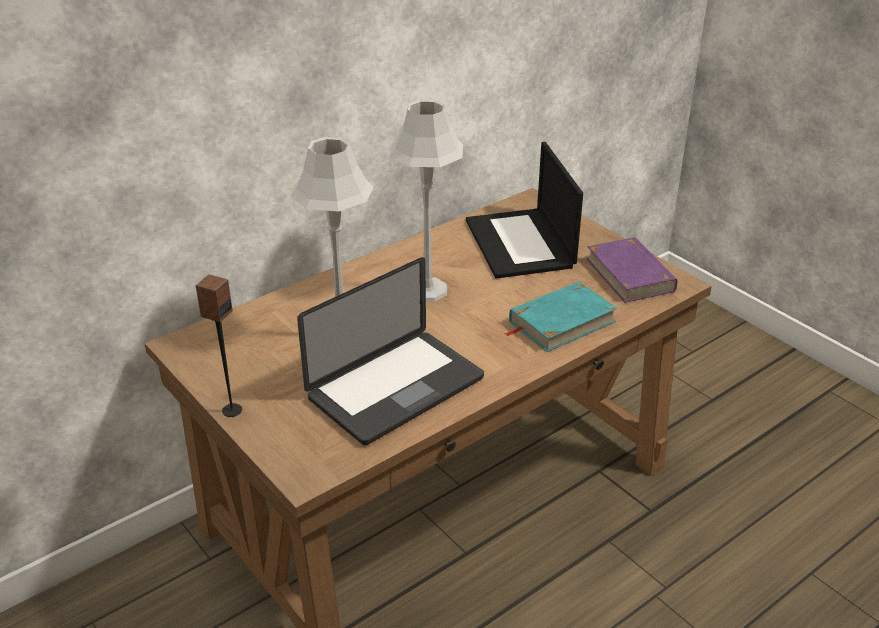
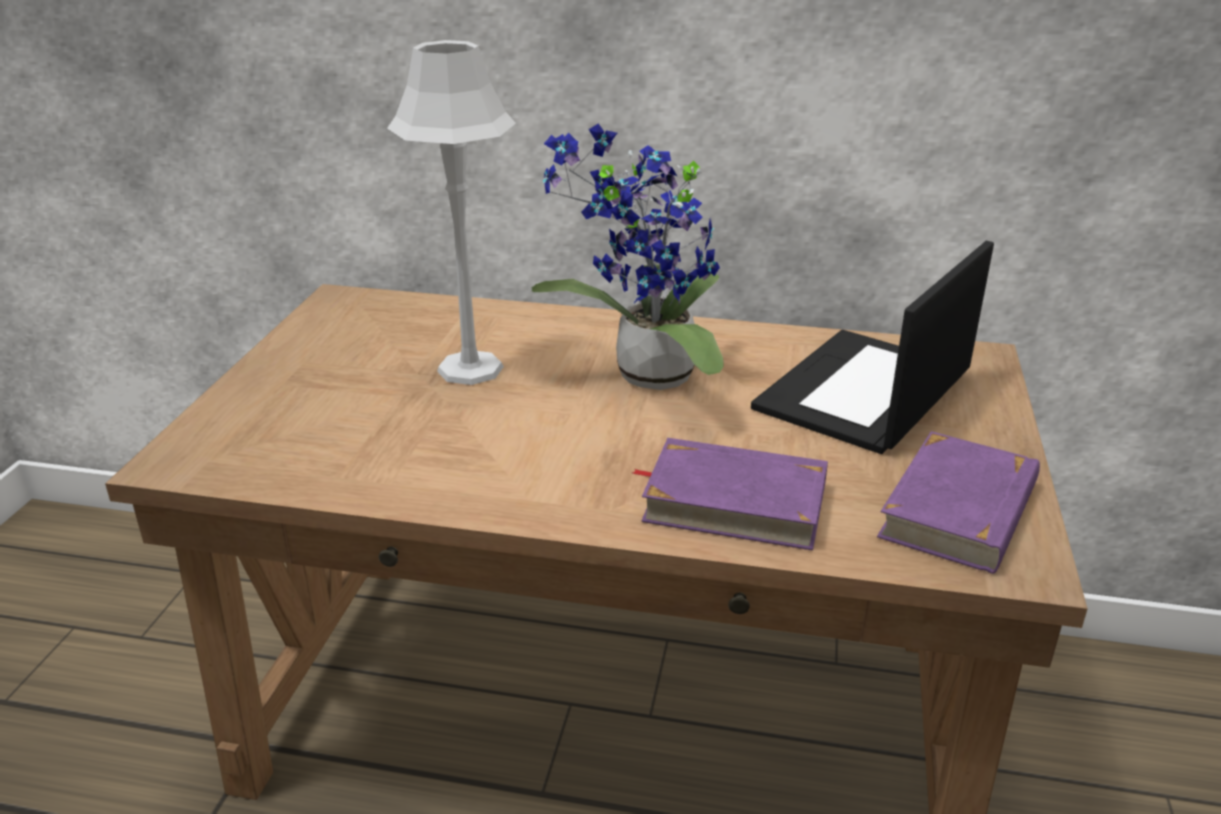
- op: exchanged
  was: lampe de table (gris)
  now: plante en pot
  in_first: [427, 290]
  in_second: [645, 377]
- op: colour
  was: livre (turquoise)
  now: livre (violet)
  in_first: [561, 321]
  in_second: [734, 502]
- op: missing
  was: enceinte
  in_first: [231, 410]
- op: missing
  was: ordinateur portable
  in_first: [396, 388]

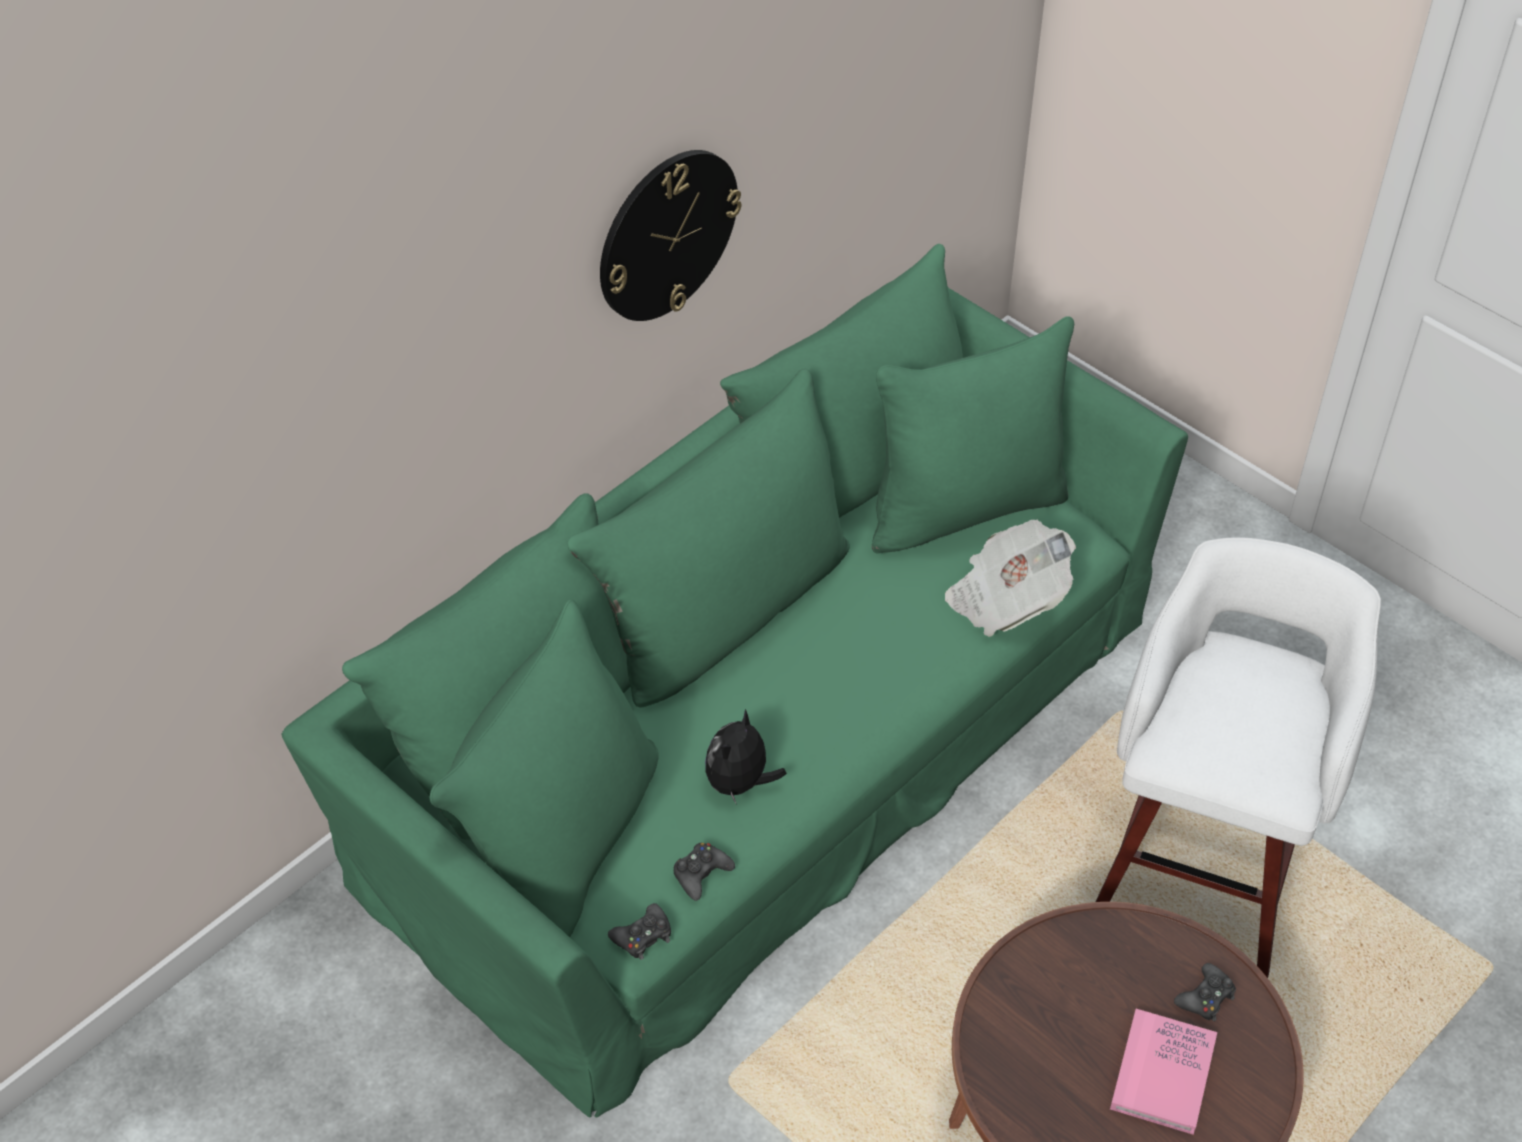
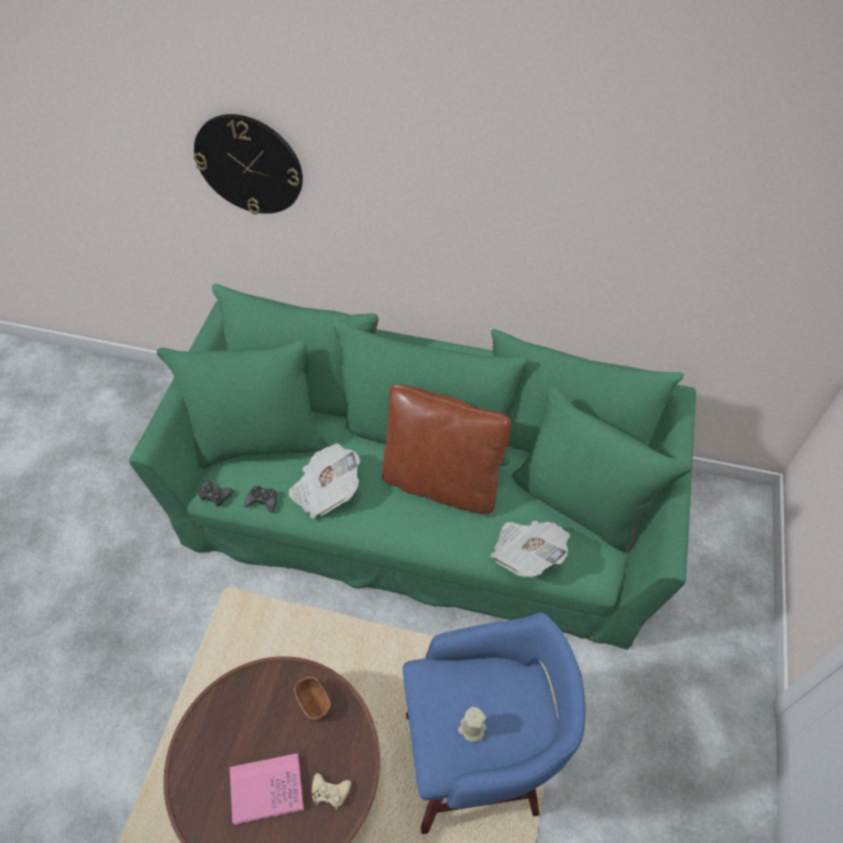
- op: relocated
  was: horloge murale
  in_first: [667, 234]
  in_second: [249, 164]
- op: exchanged
  was: peluche
  now: journal
  in_first: [740, 783]
  in_second: [325, 491]
- op: appeared
  now: bol (marron)
  in_second: [314, 702]
- op: colour
  was: manette (noir)
  now: manette (beige)
  in_first: [1206, 998]
  in_second: [330, 792]
- op: appeared
  now: coussin (marron)
  in_second: [441, 482]
- op: colour
  was: tabouret (blanc)
  now: tabouret (bleu)
  in_first: [1202, 872]
  in_second: [476, 762]
- op: appeared
  now: bougie (beige)
  in_second: [471, 728]

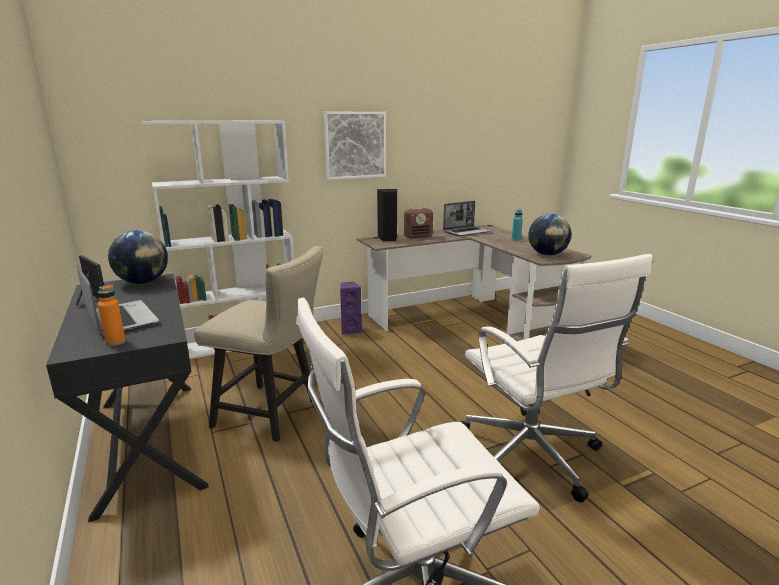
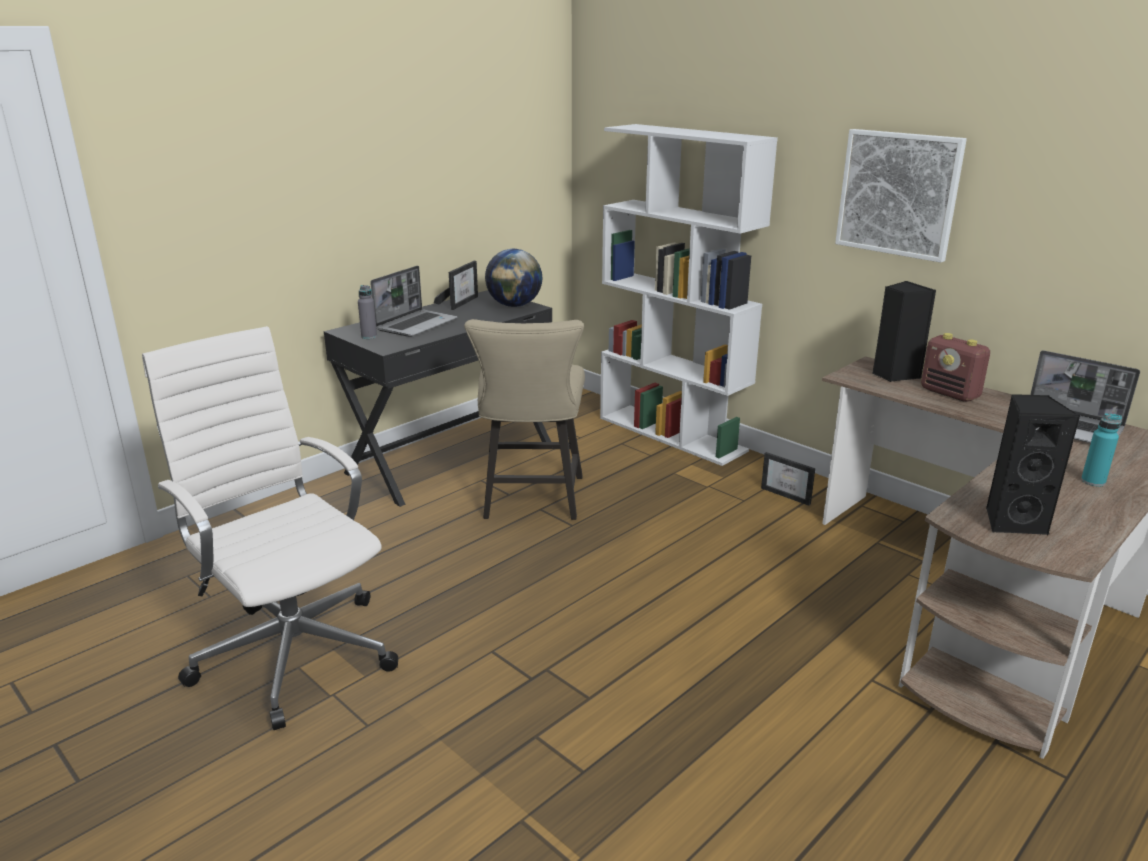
- op: colour
  was: bouteille (orange)
  now: bouteille (gris)
  in_first: [116, 342]
  in_second: [369, 336]
- op: exchanged
  was: enceinte (violet)
  now: cadre photo
  in_first: [350, 330]
  in_second: [789, 494]
- op: exchanged
  was: globe
  now: enceinte (noir)
  in_first: [547, 254]
  in_second: [1012, 522]
- op: missing
  was: chaise de bureau (blanc)
  in_first: [531, 457]

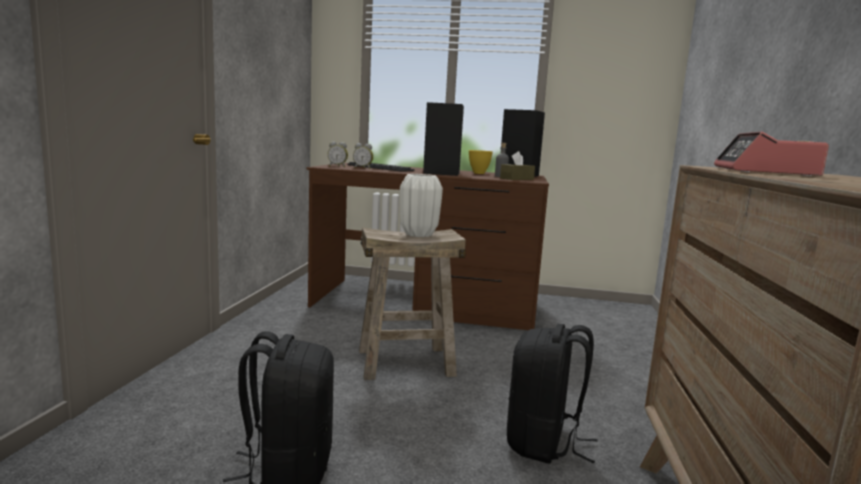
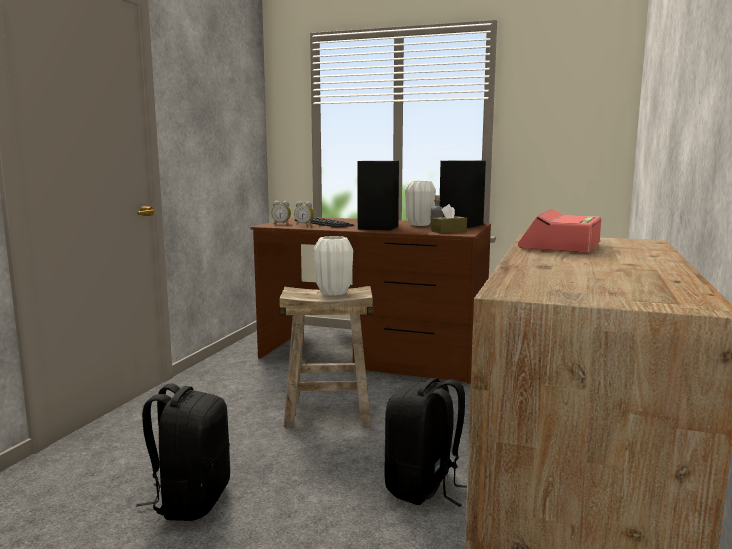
- op: exchanged
  was: bol (jaune)
  now: vase (blanc)
  in_first: [478, 173]
  in_second: [419, 225]

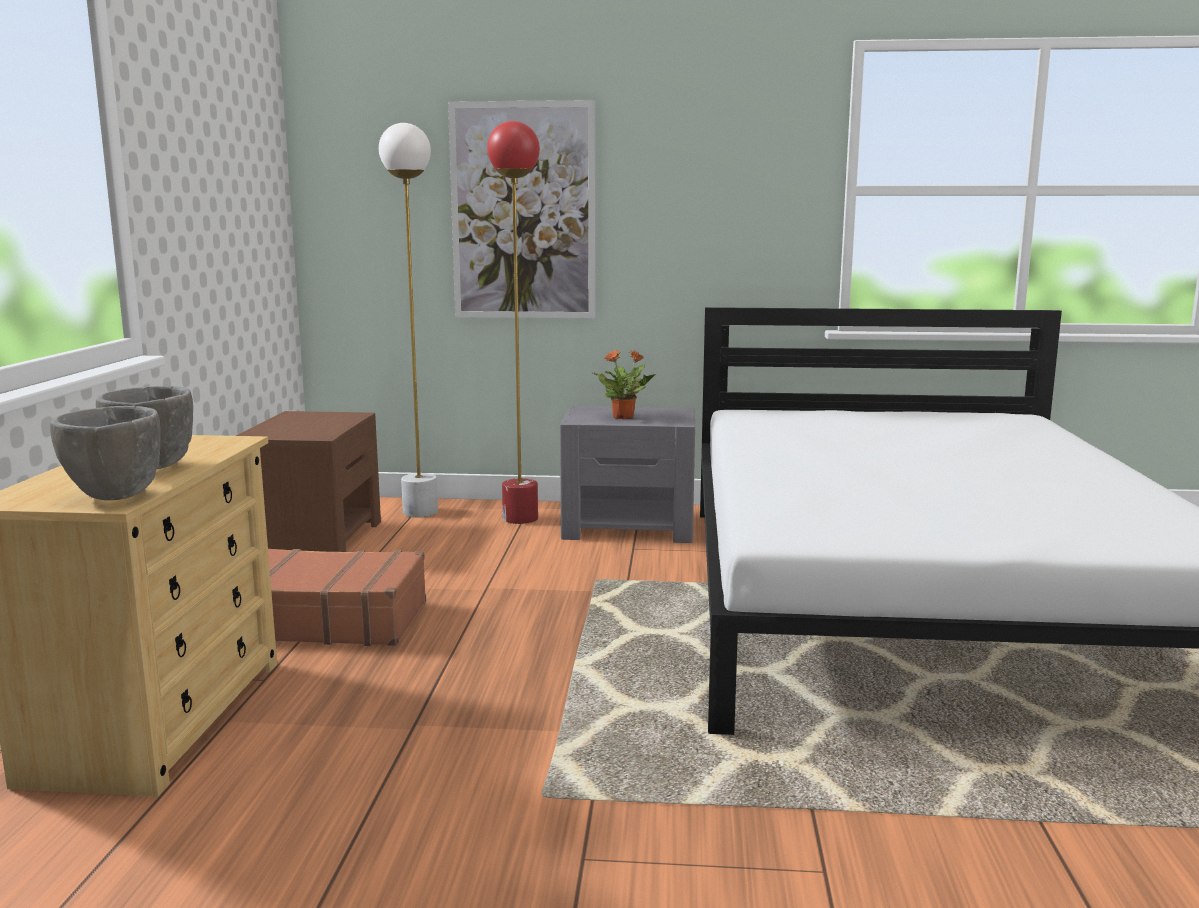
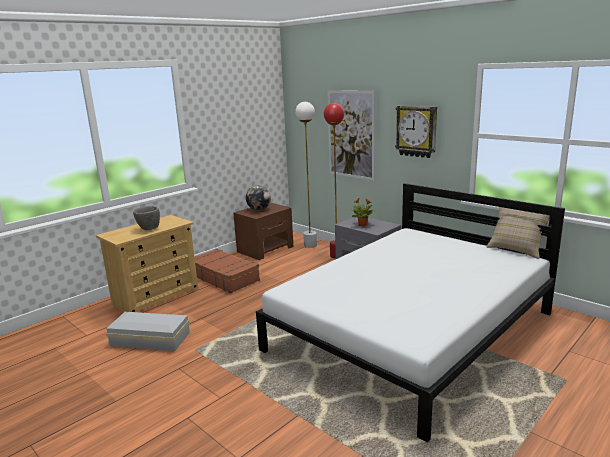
- op: appeared
  now: boîte de rangement (blanc)
  in_second: [149, 338]
- op: appeared
  now: globe
  in_second: [259, 210]
- op: appeared
  now: horloge murale
  in_second: [416, 131]
- op: appeared
  now: coussin (beige)
  in_second: [516, 249]
- op: missing
  was: bol (gris)
  in_first: [115, 497]

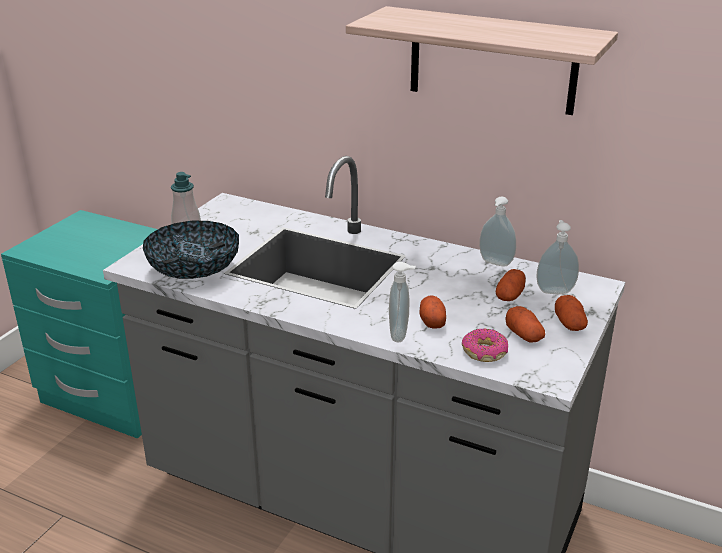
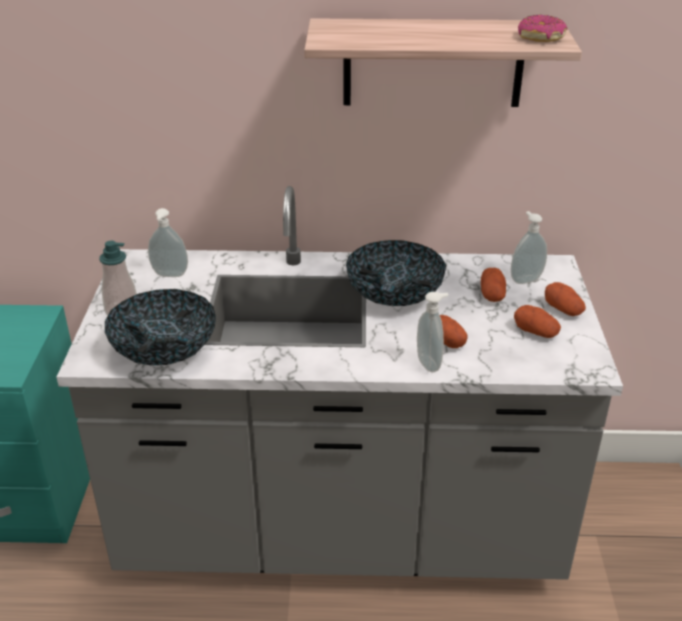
- op: relocated
  was: distributeur de savon
  in_first: [495, 263]
  in_second: [169, 275]
- op: appeared
  now: bol
  in_second: [394, 294]
- op: relocated
  was: beignet
  in_first: [484, 352]
  in_second: [541, 37]

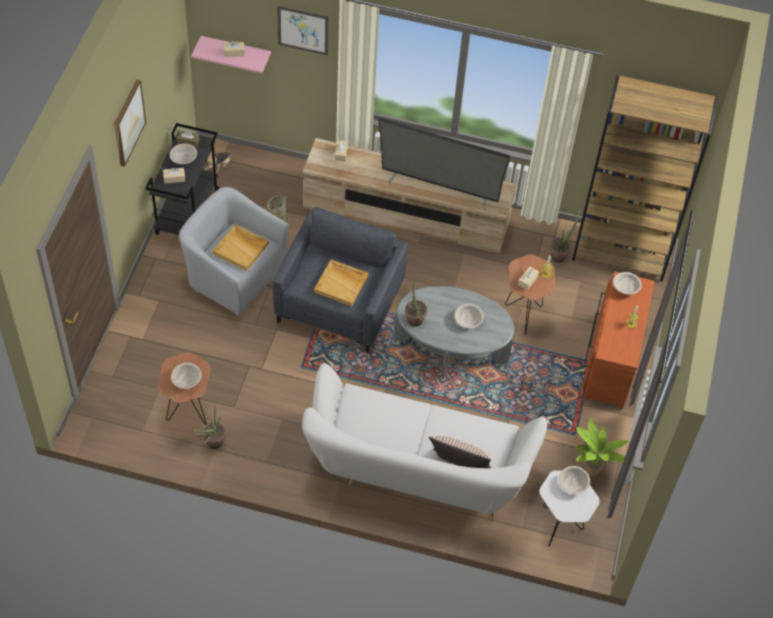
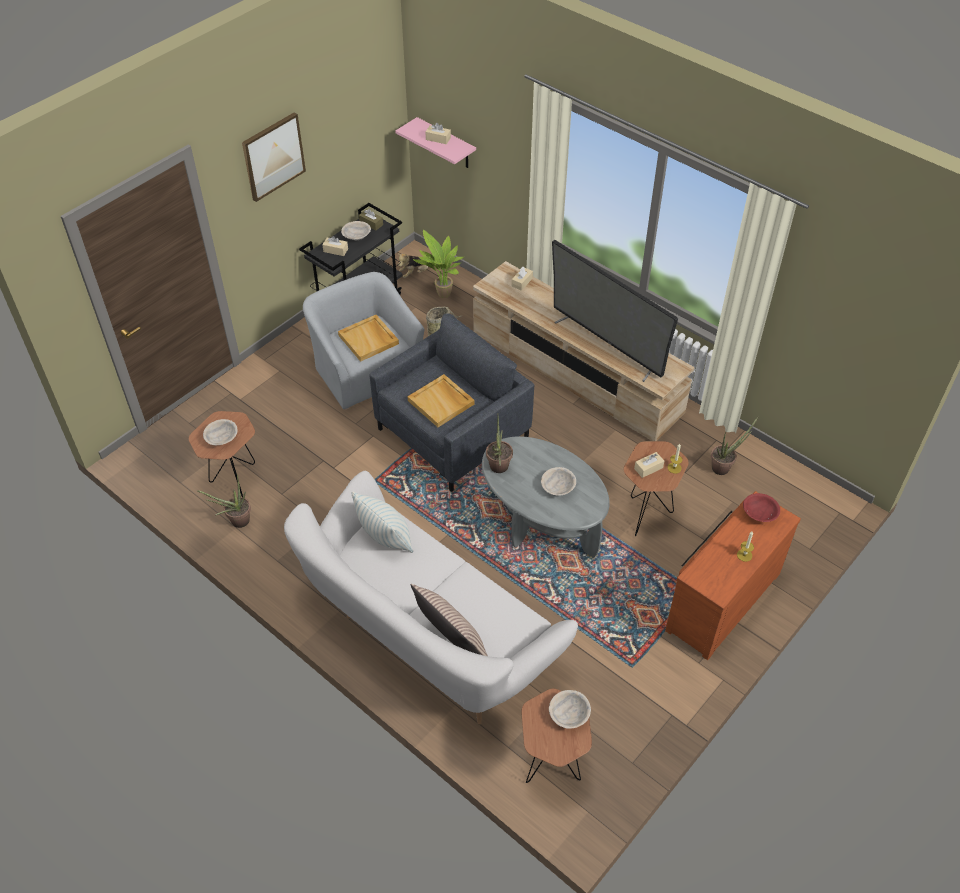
- op: appeared
  now: coussin
  in_second: [385, 539]
- op: relocated
  was: plante en pot
  in_first: [590, 472]
  in_second: [442, 295]
- op: colour
  was: table d'appoint (blanc)
  now: table d'appoint (marron)
  in_first: [559, 528]
  in_second: [551, 767]
- op: colour
  was: bol (beige)
  now: bol (rouge)
  in_first: [625, 288]
  in_second: [759, 513]
- op: missing
  was: tableau
  in_first: [303, 30]
- op: missing
  was: bibliothèque (marron)
  in_first: [621, 253]

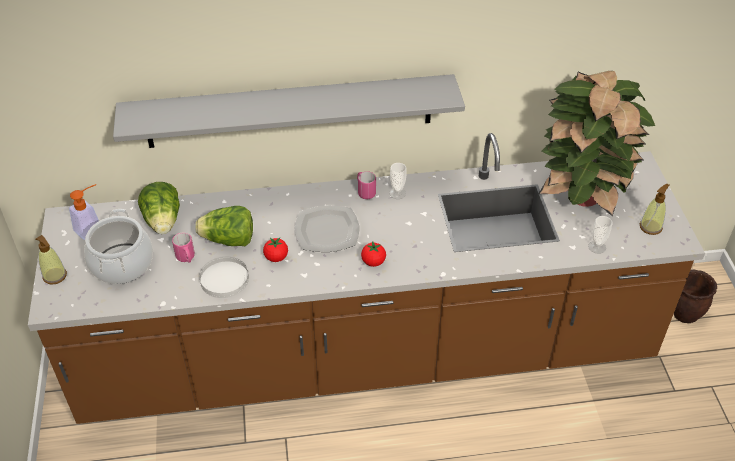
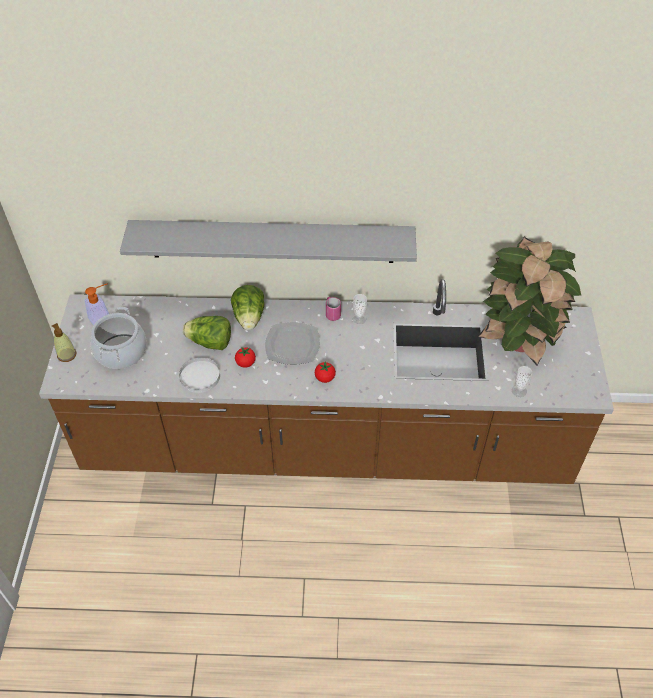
- op: relocated
  was: laitue
  in_first: [163, 222]
  in_second: [249, 318]
- op: missing
  was: mug (rose)
  in_first: [186, 258]
- op: missing
  was: distributeur de savon
  in_first: [650, 227]
- op: missing
  was: cache-pot (marron)
  in_first: [684, 314]

